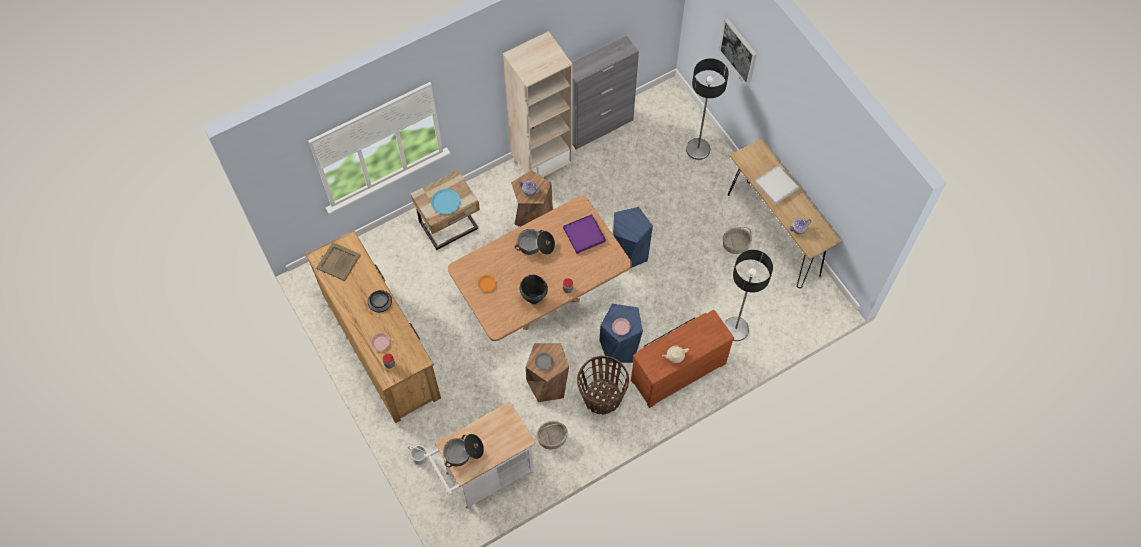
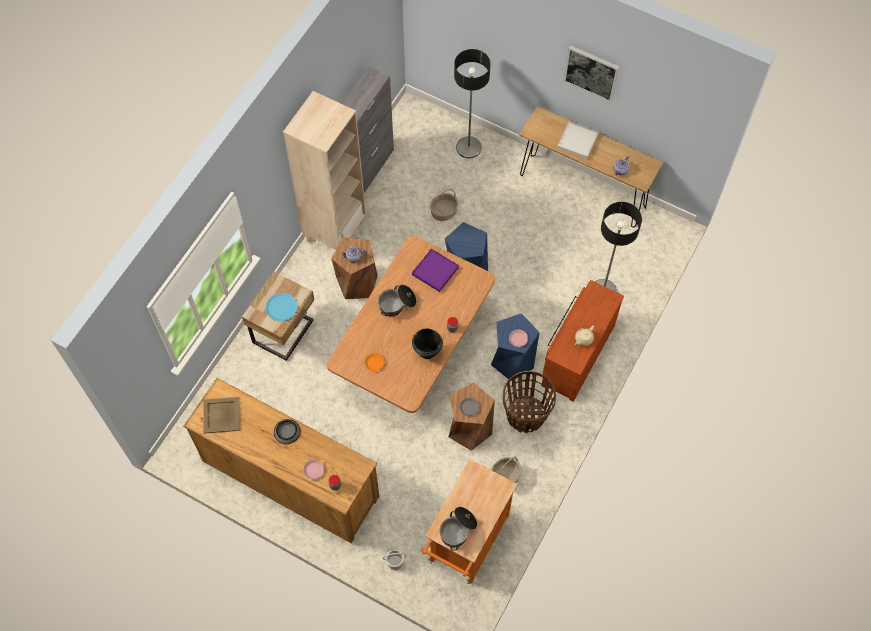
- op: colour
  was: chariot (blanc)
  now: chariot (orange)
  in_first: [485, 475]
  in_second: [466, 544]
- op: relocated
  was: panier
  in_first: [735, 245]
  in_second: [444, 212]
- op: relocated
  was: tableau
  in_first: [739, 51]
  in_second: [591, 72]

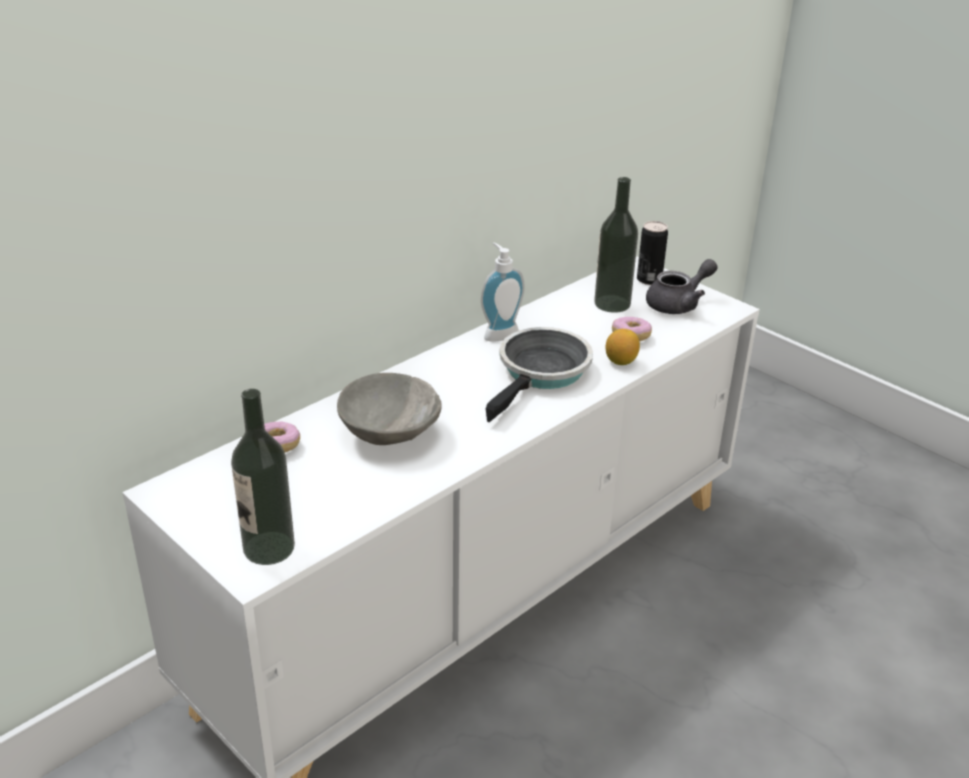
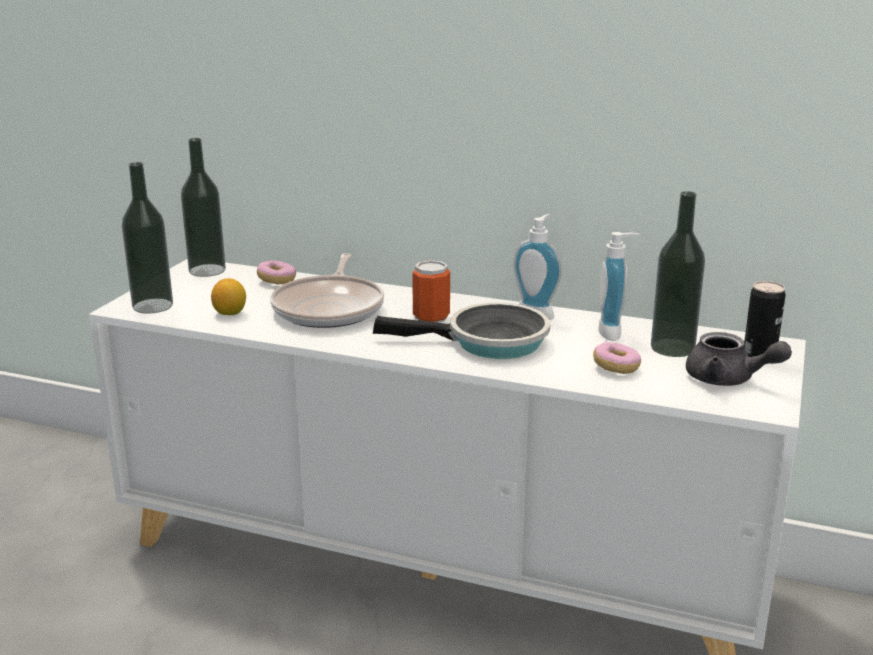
- op: appeared
  now: bouteille
  in_second: [207, 270]
- op: relocated
  was: citron
  in_first: [621, 361]
  in_second: [230, 313]
- op: exchanged
  was: bol (gris)
  now: poêle
  in_first: [389, 431]
  in_second: [330, 308]
- op: appeared
  now: boîte métallique
  in_second: [431, 317]
- op: appeared
  now: distributeur de savon
  in_second: [614, 332]

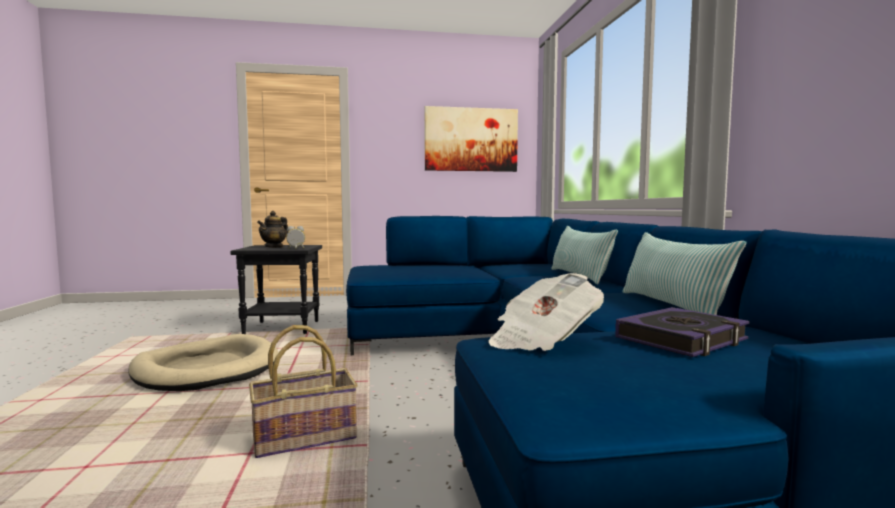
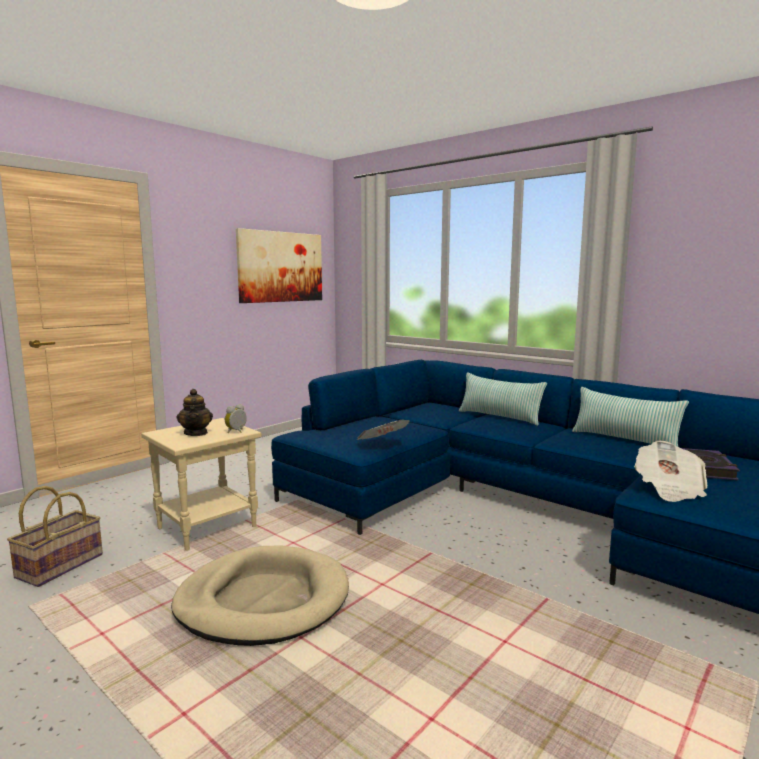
- op: relocated
  was: panier
  in_first: [305, 437]
  in_second: [59, 565]
- op: colour
  was: table d'appoint (noir)
  now: table d'appoint (beige)
  in_first: [283, 327]
  in_second: [207, 527]
- op: appeared
  now: journal
  in_second: [382, 444]

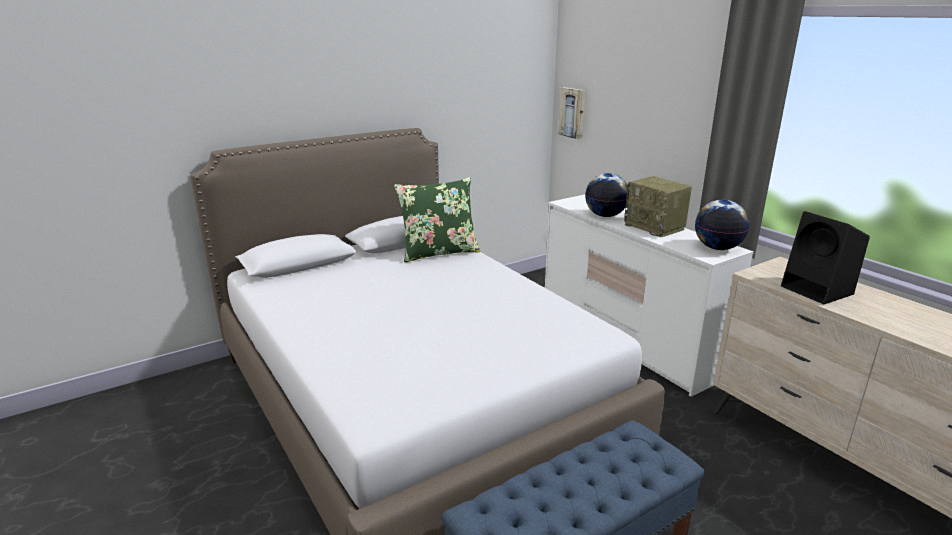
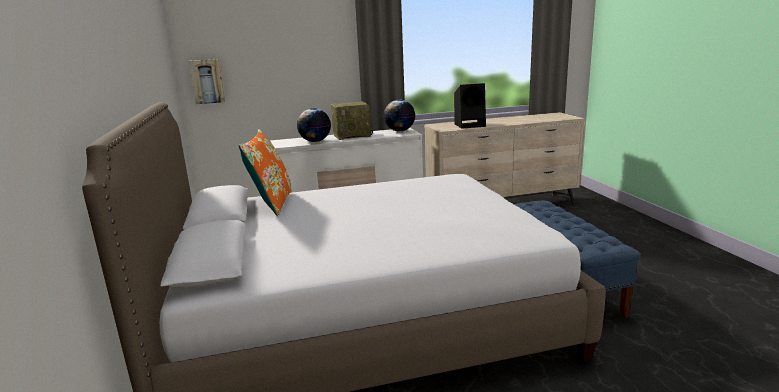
- op: colour
  was: coussin (vert)
  now: coussin (orange)
  in_first: [439, 252]
  in_second: [272, 203]

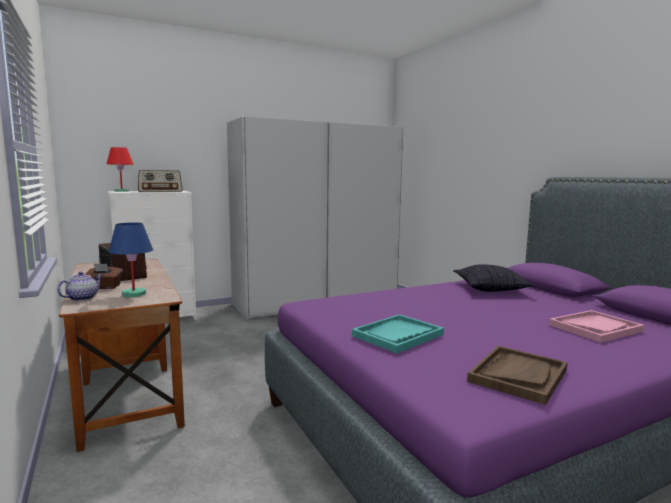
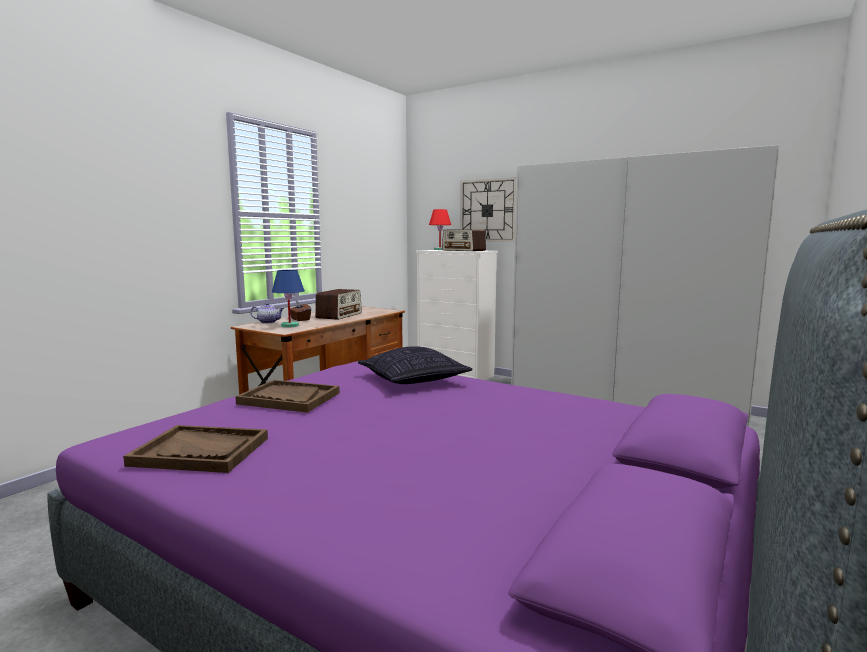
- op: colour
  was: plateau (turquoise)
  now: plateau (marron)
  in_first: [398, 335]
  in_second: [289, 398]
- op: relocated
  was: coussin
  in_first: [491, 289]
  in_second: [413, 381]
- op: appeared
  now: horloge murale
  in_second: [487, 210]
- op: missing
  was: plateau (rose)
  in_first: [595, 328]

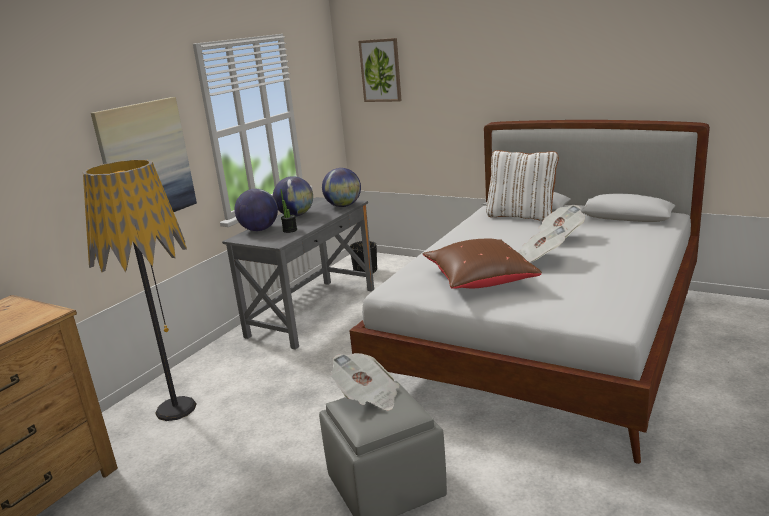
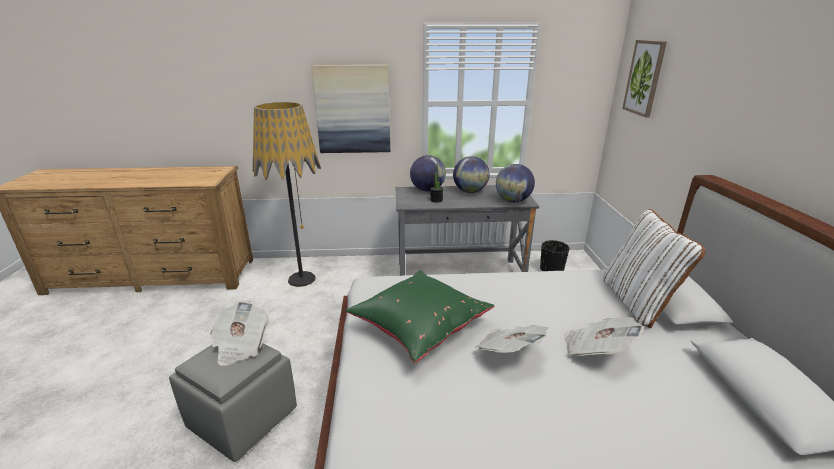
- op: colour
  was: coussin (marron)
  now: coussin (vert)
  in_first: [479, 281]
  in_second: [419, 327]

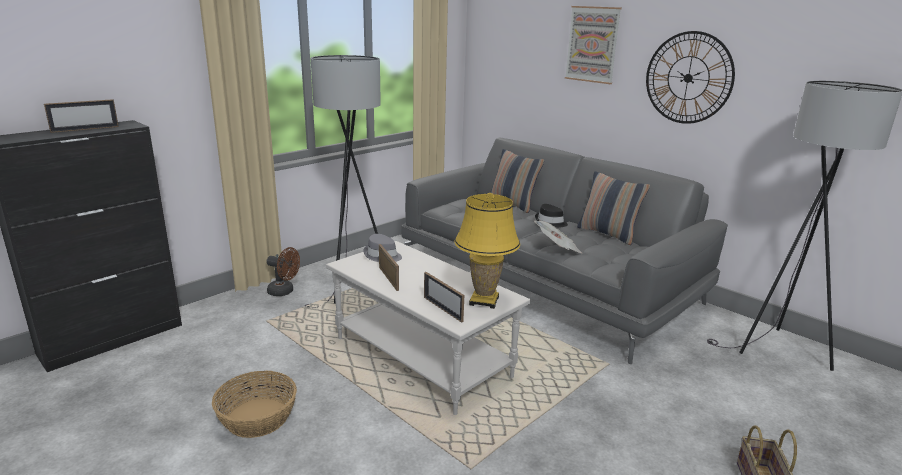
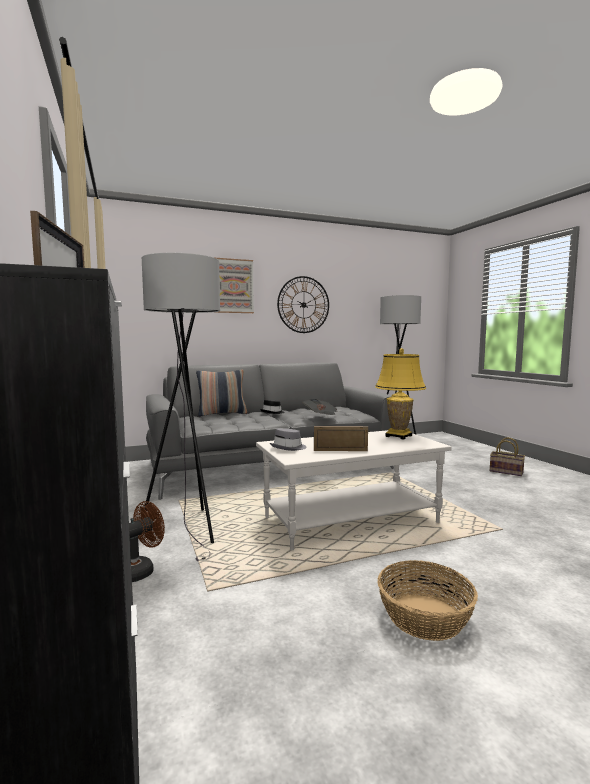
- op: missing
  was: cadre photo
  in_first: [442, 309]
- op: missing
  was: coussin
  in_first: [608, 234]

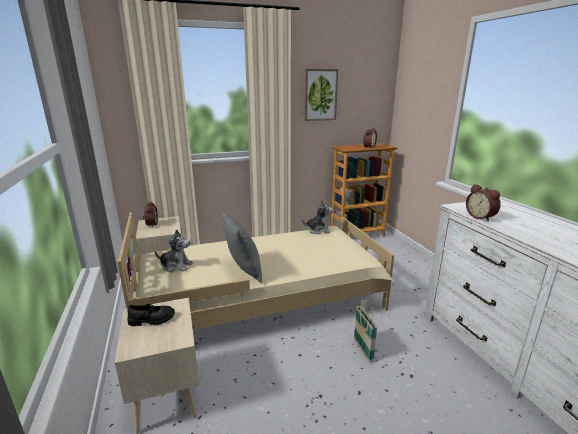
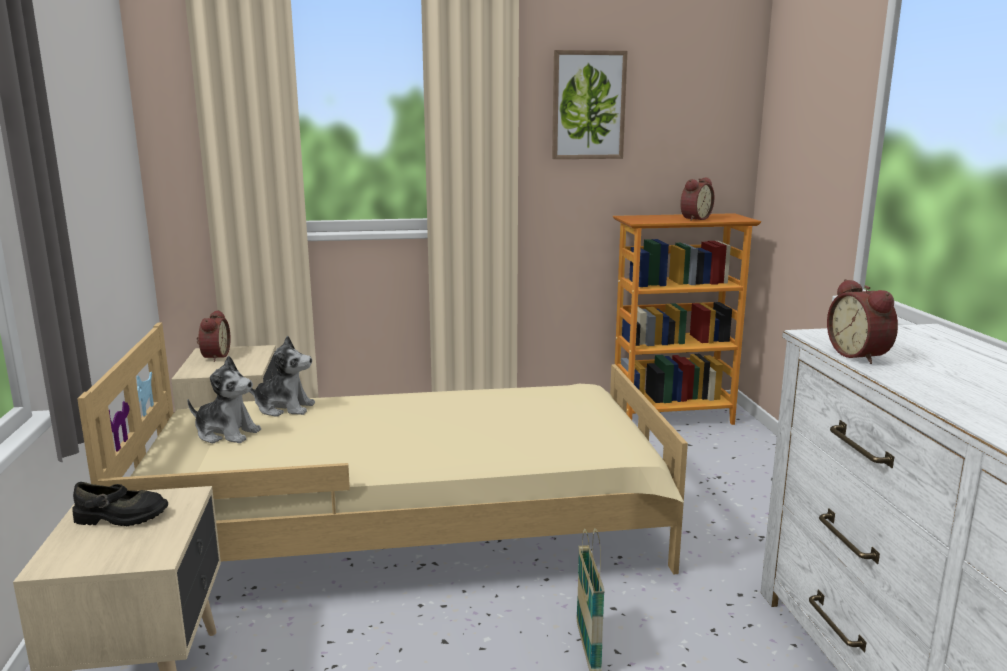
- op: relocated
  was: peluche
  in_first: [317, 230]
  in_second: [284, 408]
- op: missing
  was: coussin (gris)
  in_first: [243, 270]

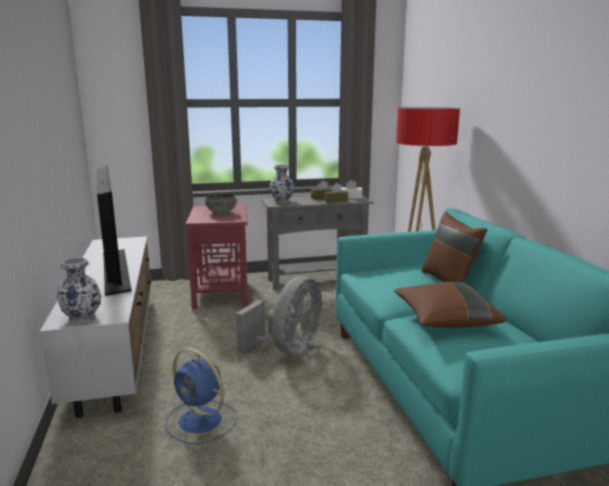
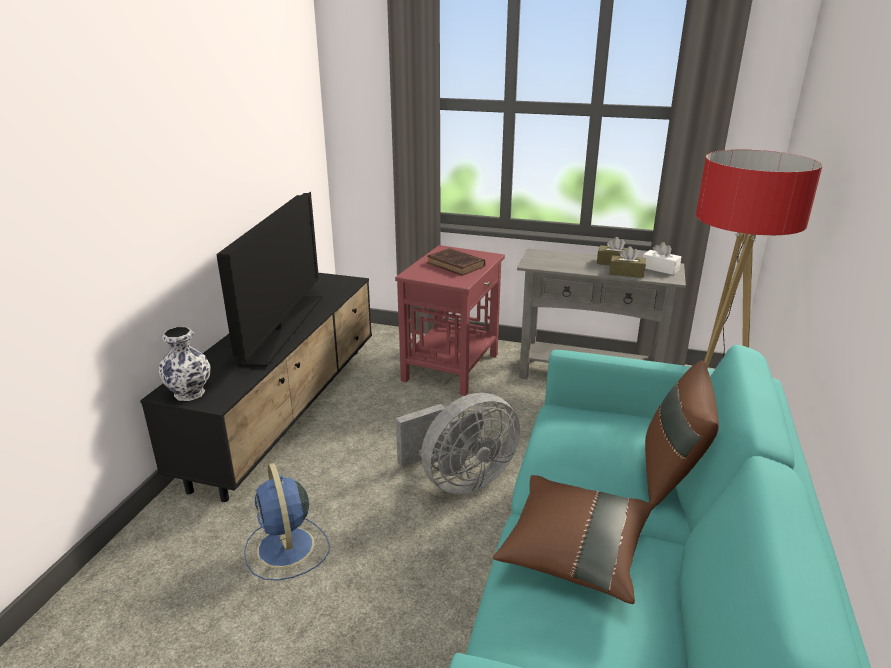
- op: colour
  was: meuble télé (blanc)
  now: meuble télé (noir)
  in_first: [116, 345]
  in_second: [288, 410]
- op: exchanged
  was: bol (gris)
  now: livre (marron)
  in_first: [222, 213]
  in_second: [457, 265]
- op: missing
  was: vase
  in_first: [282, 201]

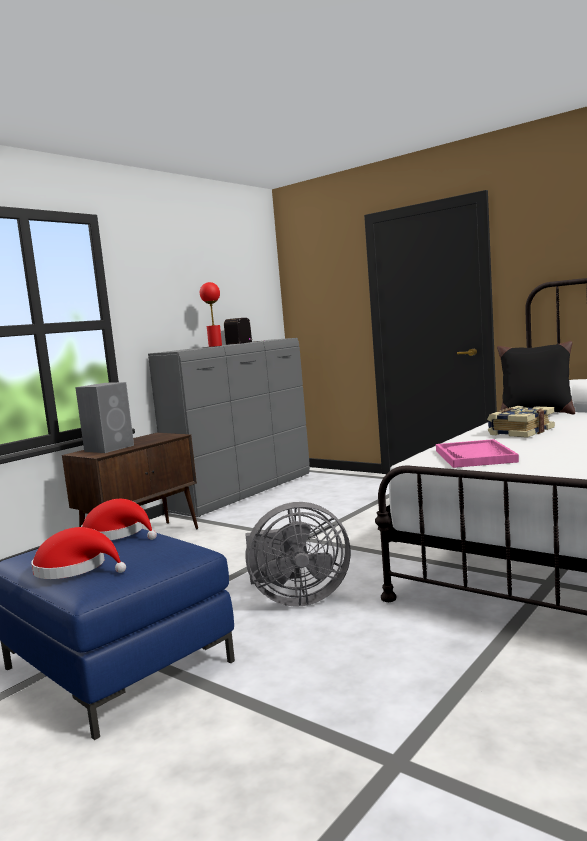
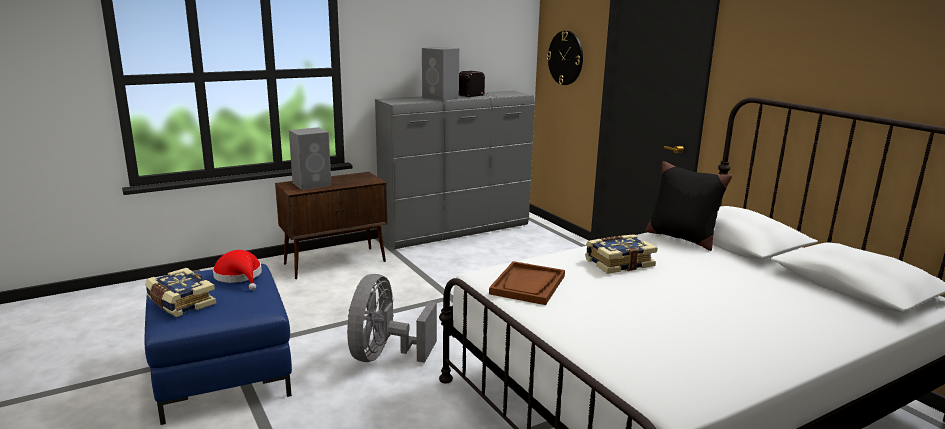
- op: exchanged
  was: chapeau (rouge)
  now: livre
  in_first: [75, 568]
  in_second: [180, 303]
- op: spun
  was: ventilateur (gris)
  in_first: [296, 598]
  in_second: [384, 355]
  clockwise: 90
- op: exchanged
  was: lampe de table (rouge)
  now: enceinte (gris)
  in_first: [215, 346]
  in_second: [441, 98]
- op: colour
  was: plateau (rose)
  now: plateau (marron)
  in_first: [475, 456]
  in_second: [528, 285]
- op: appeared
  now: horloge murale
  in_second: [565, 58]

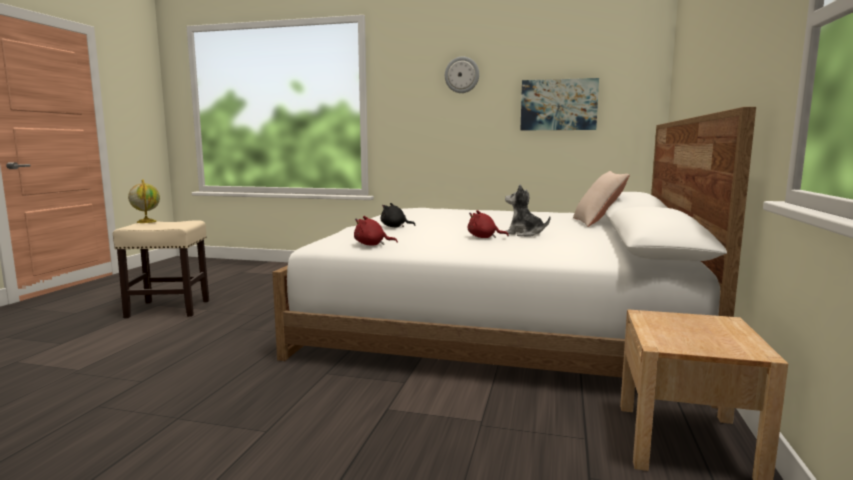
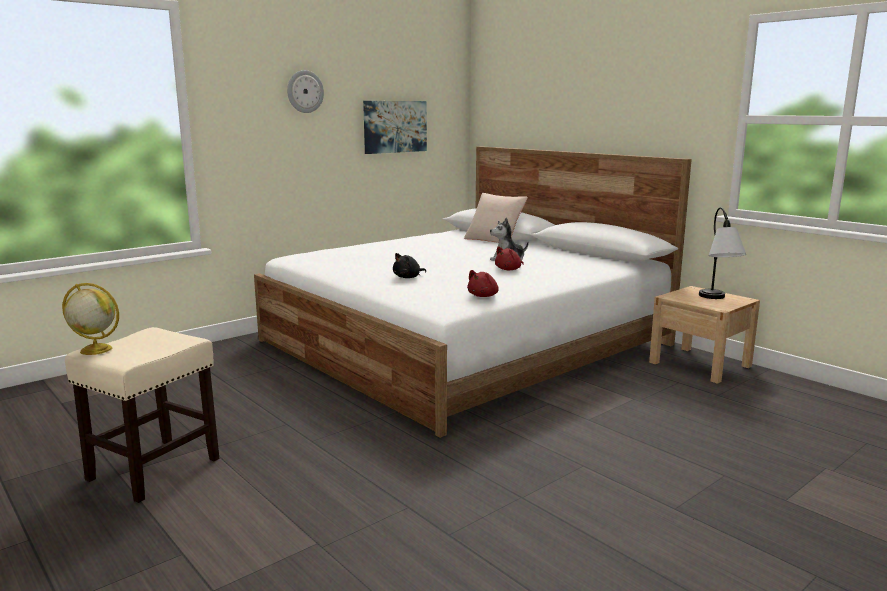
- op: appeared
  now: lampe de table
  in_second: [717, 300]

